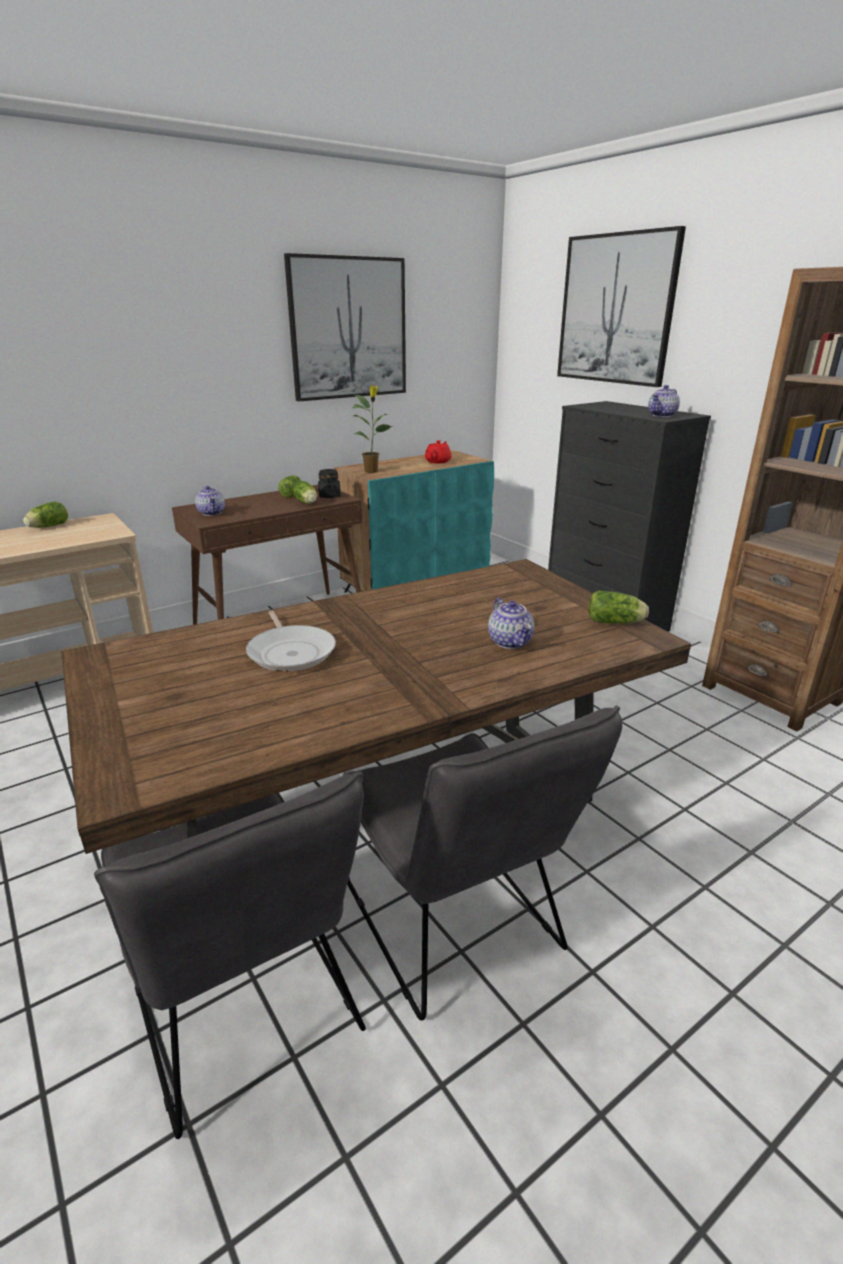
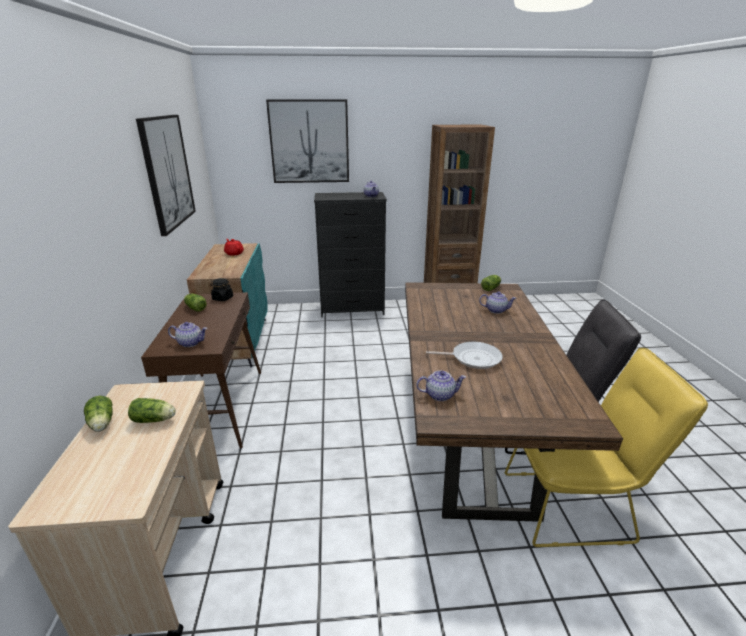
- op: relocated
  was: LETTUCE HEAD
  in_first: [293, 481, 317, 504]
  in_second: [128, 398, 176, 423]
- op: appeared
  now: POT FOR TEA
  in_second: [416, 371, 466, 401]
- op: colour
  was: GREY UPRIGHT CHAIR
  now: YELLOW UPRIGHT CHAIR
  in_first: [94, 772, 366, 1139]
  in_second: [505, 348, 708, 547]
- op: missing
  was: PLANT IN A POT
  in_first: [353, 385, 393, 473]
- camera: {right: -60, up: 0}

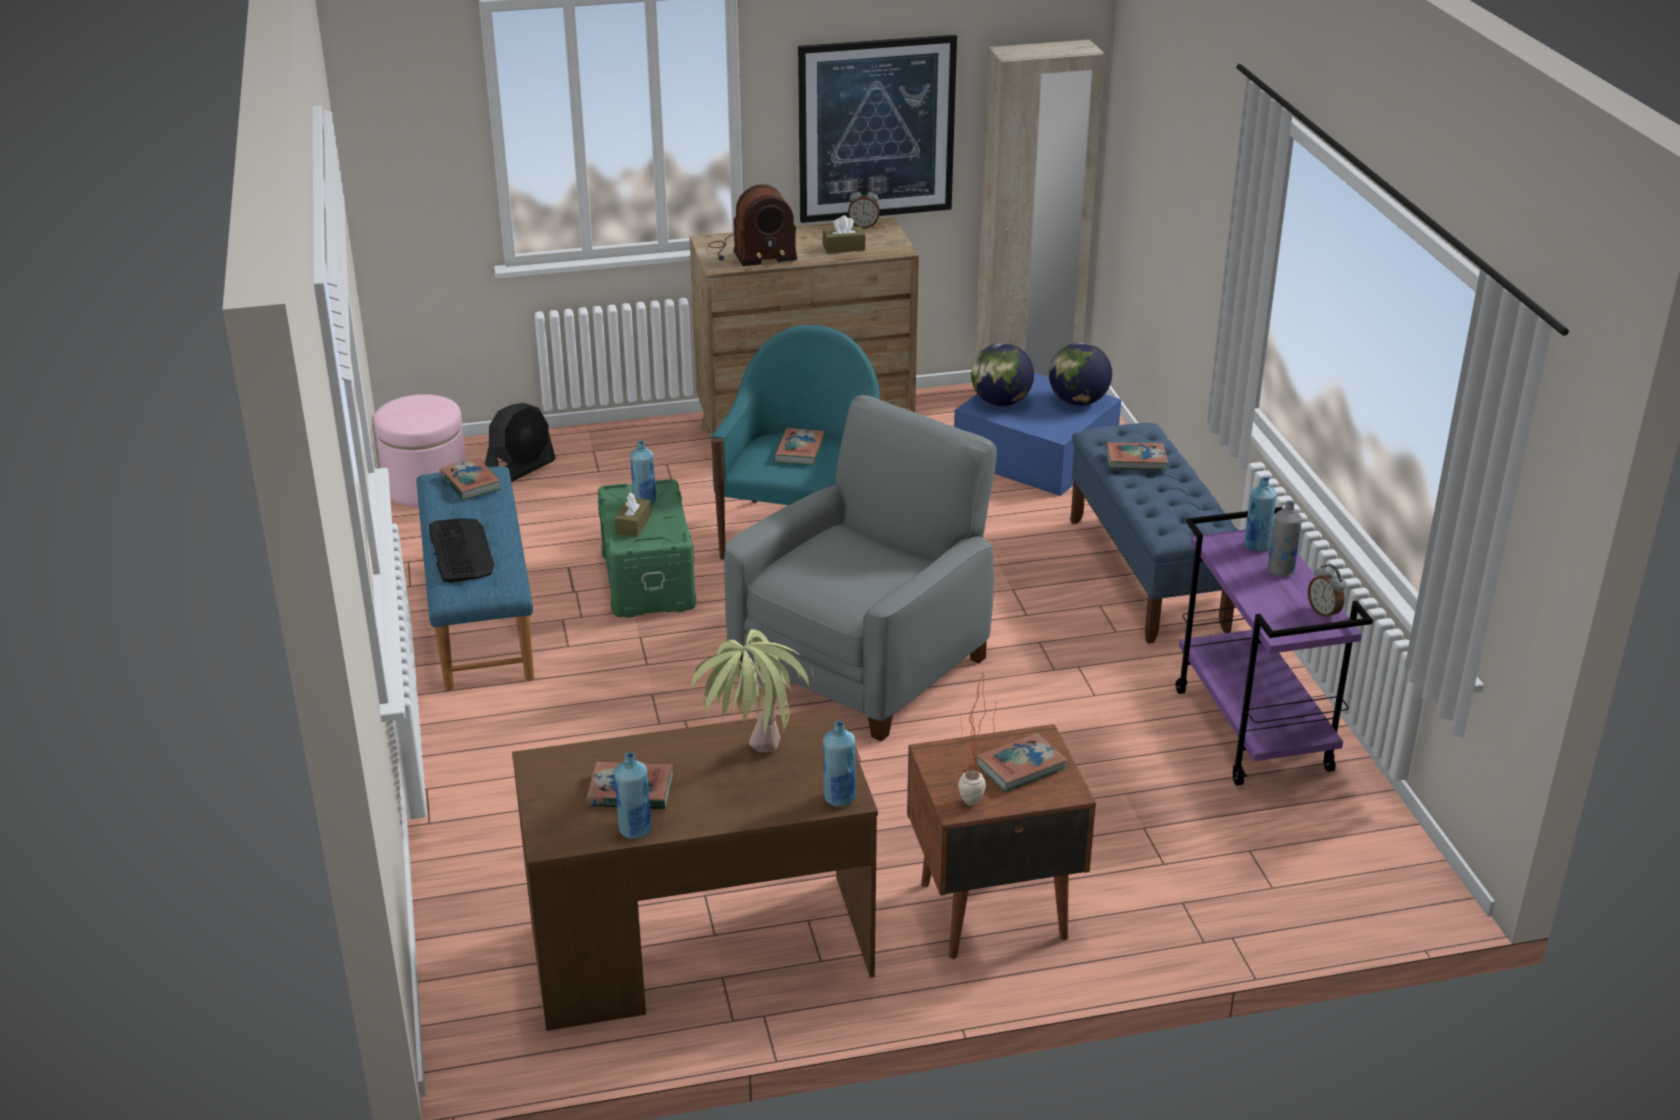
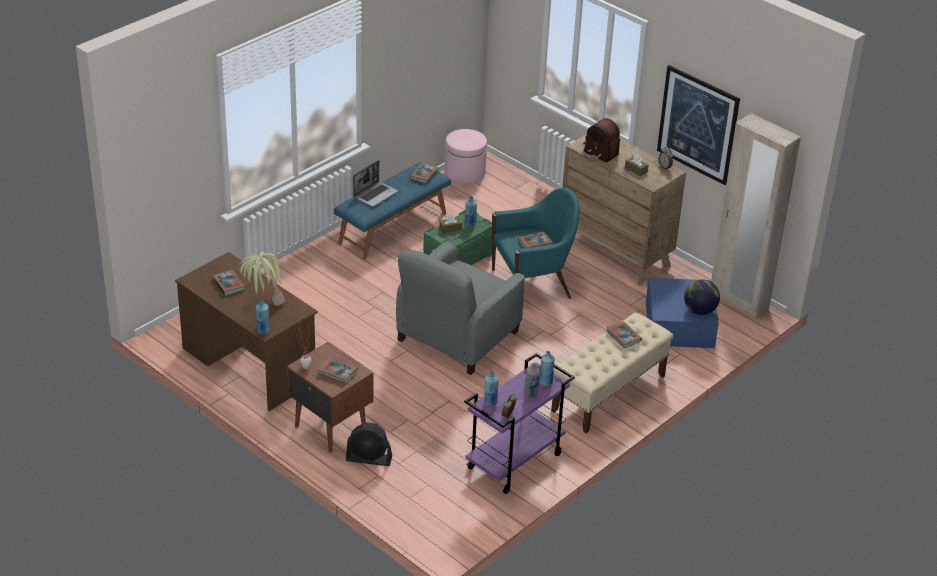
- op: relocated
  was: BLACK-COLOURED ELECTRIC FAN
  in_first: [485, 403, 555, 482]
  in_second: [346, 422, 392, 466]
- op: exchanged
  was: COMPUTER KEYBOARD
  now: LAPTOP
  in_first: [429, 518, 494, 583]
  in_second: [353, 160, 398, 207]
- op: spun
  was: GREY ARMCHAIR
  in_first: [724, 395, 997, 742]
  in_second: [396, 242, 525, 375]
  clockwise: 120
- op: relocated
  was: BLUE DRINK BOTTLE
  in_first: [614, 752, 651, 839]
  in_second: [484, 371, 498, 406]
- op: colour
  was: BLUE INDOOR BENCH
  now: BEIGE INDOOR BENCH
  in_first: [1070, 423, 1238, 644]
  in_second: [551, 312, 673, 433]
- op: missing
  was: WORLD GLOBE
  in_first: [971, 343, 1034, 406]
- camera: {right: 55, up: 5}

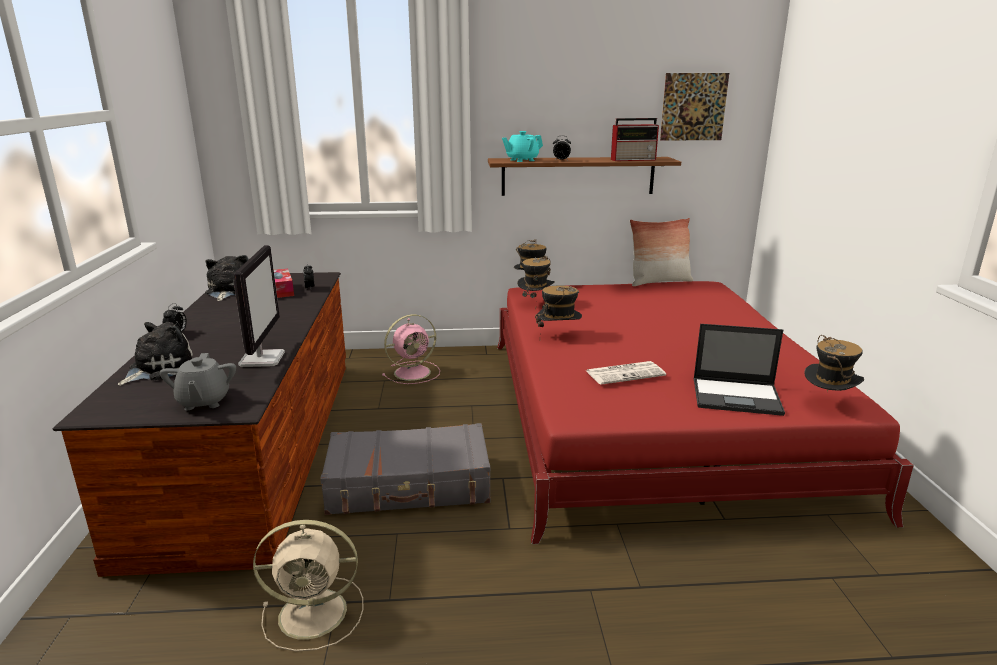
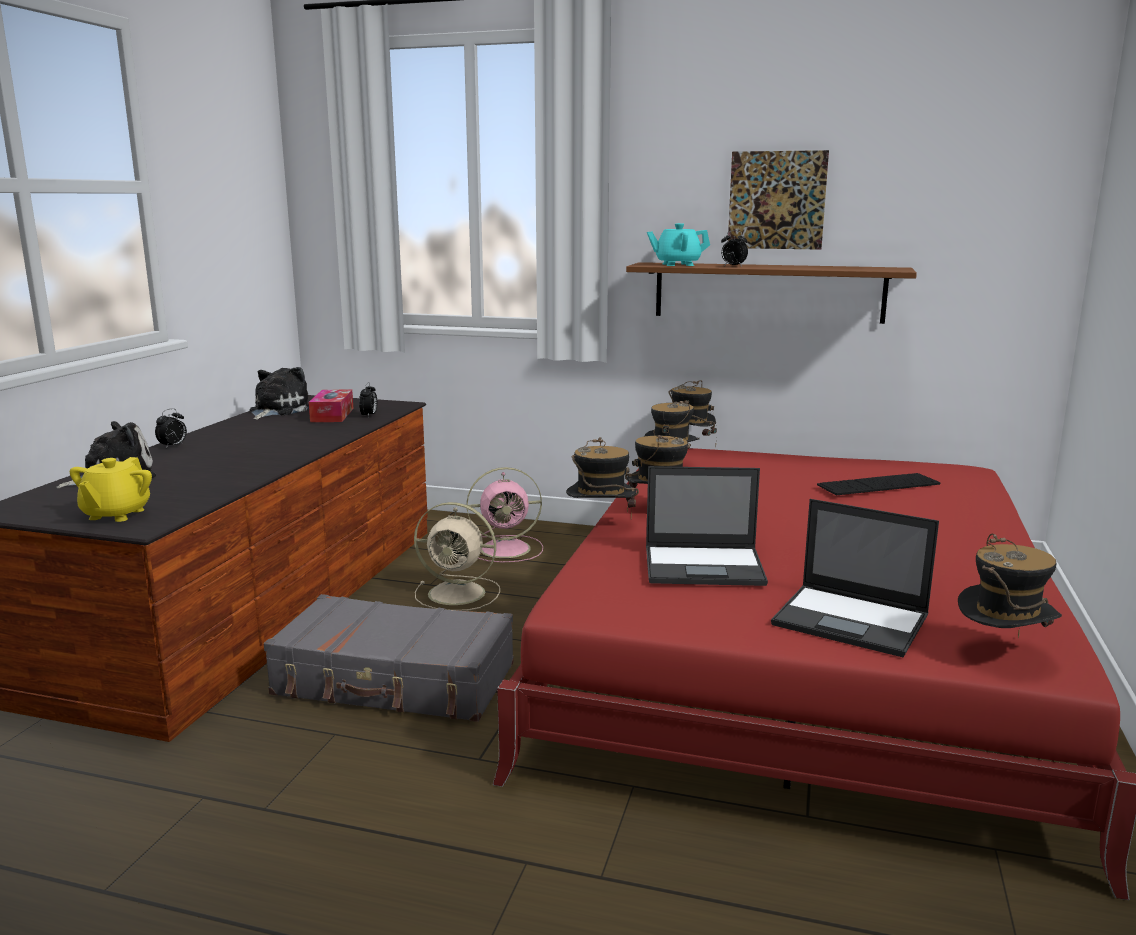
- op: colour
  was: GREY POT FOR TEA
  now: YELLOW POT FOR TEA
  in_first: [160, 353, 236, 410]
  in_second: [70, 457, 152, 522]
- op: relocated
  was: BEIGE ELECTRIC FAN
  in_first: [253, 520, 363, 651]
  in_second: [414, 502, 500, 611]
- op: appeared
  now: WEARABLE HAT
  in_second: [566, 437, 639, 518]
- op: exchanged
  was: DAILY PAPER
  now: LAPTOP
  in_first: [586, 361, 666, 385]
  in_second: [646, 466, 768, 586]
- op: relocated
  was: WALL ART
  in_first: [660, 73, 729, 141]
  in_second: [728, 150, 829, 250]
- op: appeared
  now: COMPUTER KEYBOARD
  in_second: [817, 473, 941, 495]
- op: missing
  was: COMPUTER SCREEN
  in_first: [233, 245, 285, 367]
- op: missing
  was: RADIO RECEIVER
  in_first: [611, 118, 659, 161]
- op: missing
  was: CUSHION
  in_first: [630, 218, 693, 286]
- camera: {right: 20, up: -5}

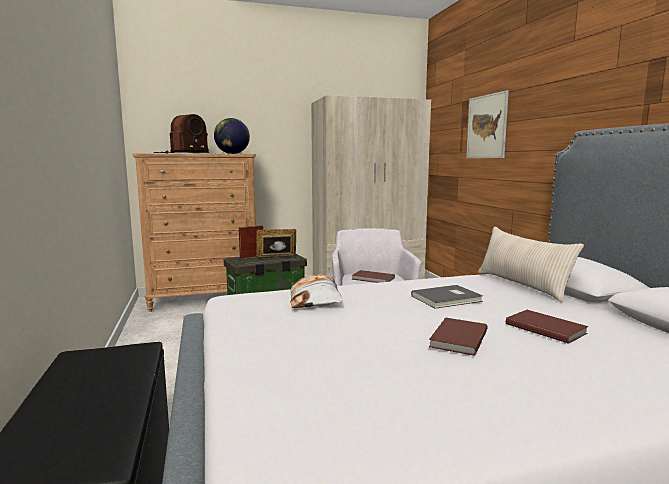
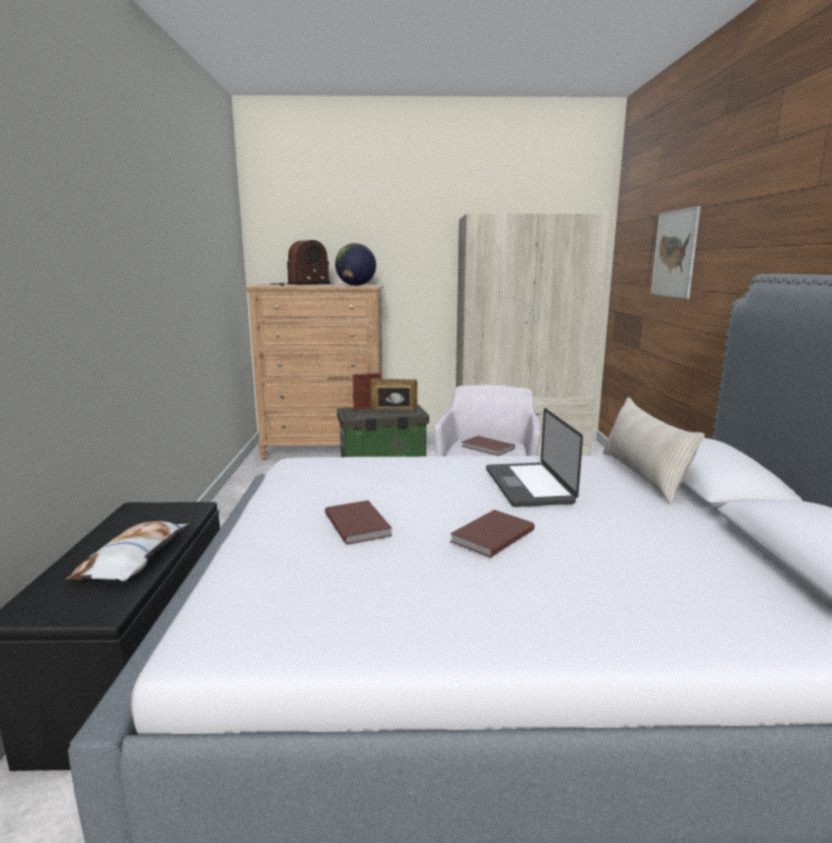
- op: relocated
  was: CUSHION
  in_first: [291, 275, 343, 308]
  in_second: [65, 521, 191, 581]
- op: relocated
  was: BROWN BOOK
  in_first: [506, 310, 589, 344]
  in_second: [325, 500, 392, 545]
- op: exchanged
  was: GREY BOOK
  now: LAPTOP
  in_first: [411, 285, 483, 309]
  in_second: [486, 408, 583, 507]
- camera: {right: 15, up: 5}

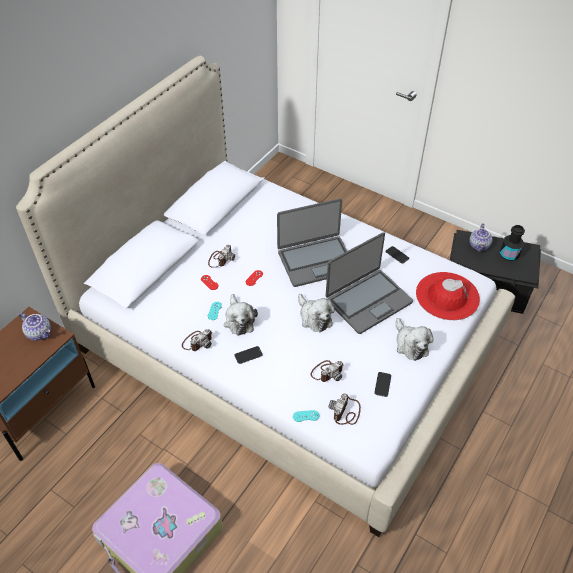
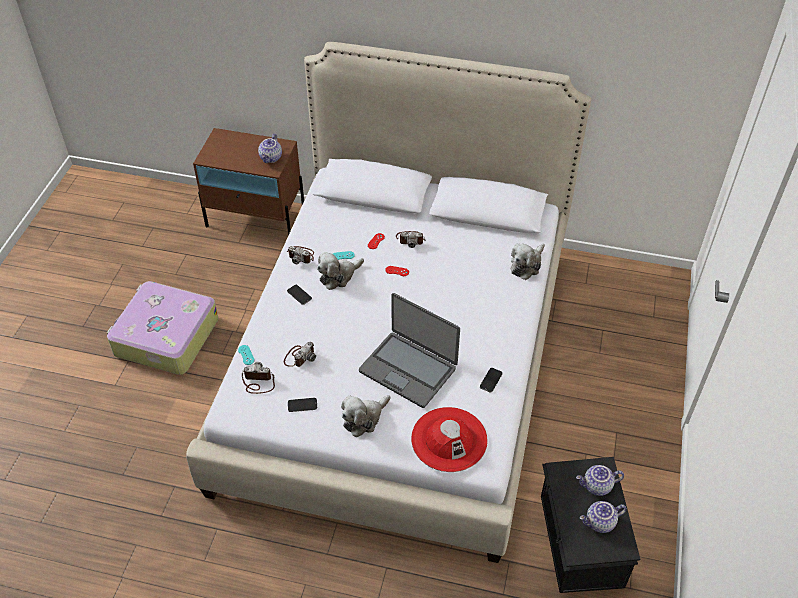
- op: spun
  was: PHOTO CAMERA
  in_first: [311, 360, 343, 382]
  in_second: [284, 342, 316, 367]
  clockwise: -90
- op: relocated
  was: PLUSH TOY
  in_first: [298, 294, 335, 332]
  in_second: [511, 244, 545, 280]
- op: exchanged
  was: BLACK-COLOURED DRINK BOTTLE
  now: POT FOR TEA
  in_first: [500, 225, 525, 261]
  in_second: [579, 501, 627, 533]
- op: missing
  was: LAPTOP
  in_first: [277, 198, 347, 287]
- camera: {right: 70, up: 0}

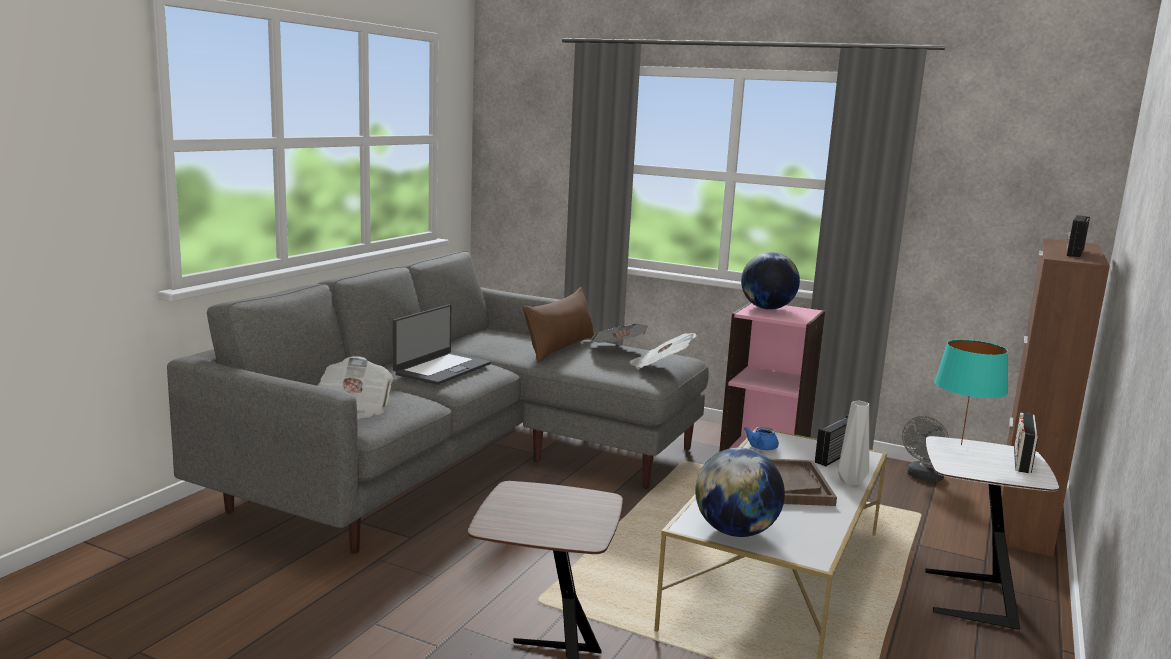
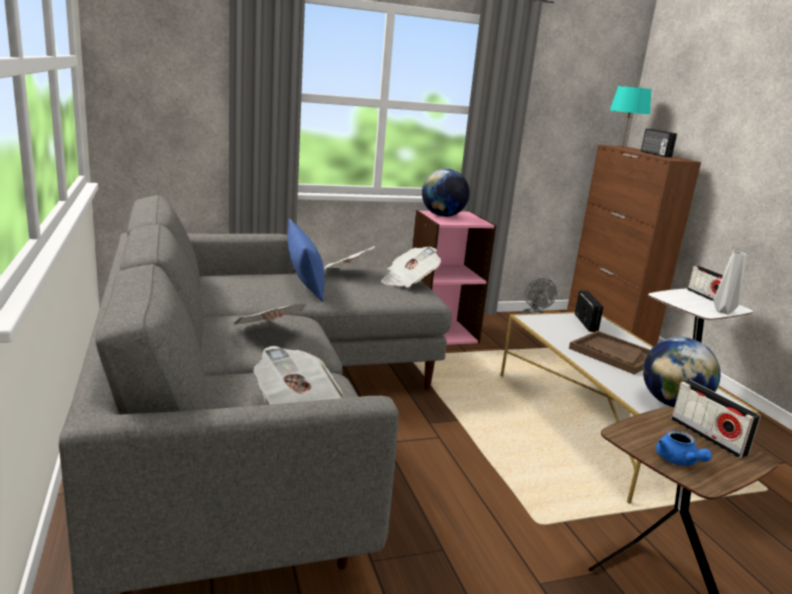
- op: exchanged
  was: LAPTOP
  now: DAILY PAPER
  in_first: [393, 305, 491, 385]
  in_second: [233, 304, 306, 325]
- op: colour
  was: BROWN CUSHION
  now: BLUE CUSHION
  in_first: [523, 287, 594, 363]
  in_second: [287, 219, 325, 302]
- op: relocated
  was: TURQUOISE TABLETOP LAMP
  in_first: [934, 339, 1008, 445]
  in_second: [610, 86, 651, 148]
- op: relocated
  was: BLUE POT FOR TEA
  in_first: [744, 427, 779, 450]
  in_second: [656, 430, 712, 466]
- op: appeared
  now: RADIO RECEIVER
  in_second: [671, 380, 761, 458]
- op: relocated
  was: GREY DECORATIVE VASE
  in_first: [838, 400, 869, 485]
  in_second: [714, 251, 747, 314]
- camera: {right: -45, up: 5}

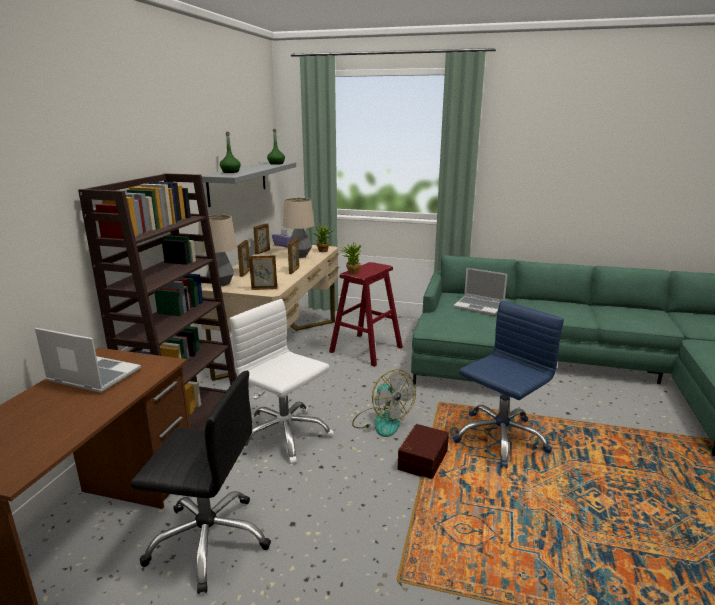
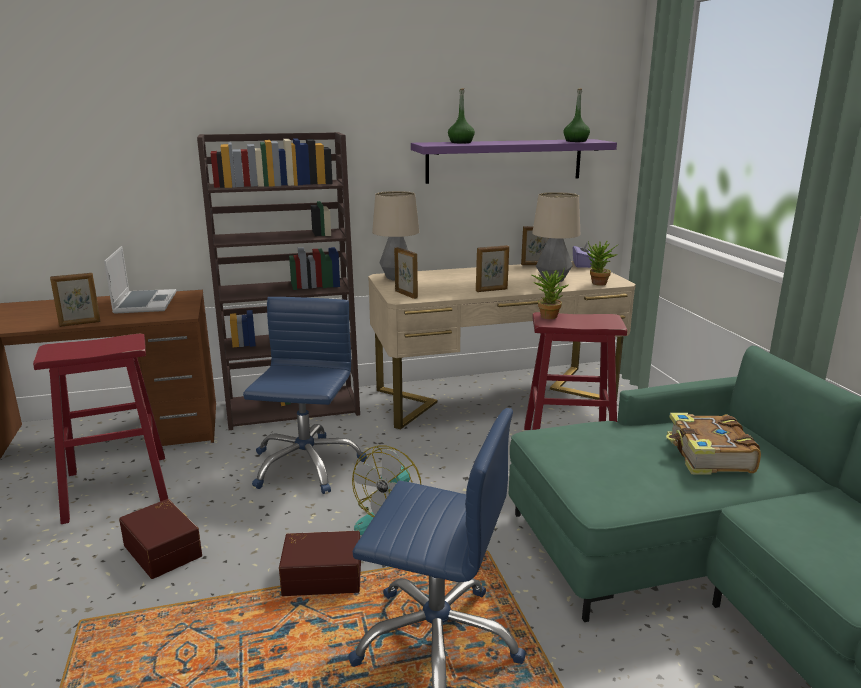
- op: exchanged
  was: BLACK-COLOURED OFFICE CHAIR
  now: RED STOOL
  in_first: [131, 371, 271, 594]
  in_second: [33, 334, 168, 524]
- op: relocated
  was: STANDING FRAME
  in_first: [237, 240, 250, 277]
  in_second: [50, 273, 100, 327]
- op: appeared
  now: BROWN STORAGE BIN
  in_second: [119, 499, 202, 579]
- op: colour
  was: WHITISH OFFICE CHAIR
  now: BLUE OFFICE CHAIR
  in_first: [229, 299, 334, 464]
  in_second: [243, 297, 367, 494]
- op: colour
  was: GREY WALL SHELF
  now: PURPLE WALL SHELF
  in_first: [202, 162, 296, 207]
  in_second: [411, 139, 617, 184]
- op: exchanged
  was: LAPTOP
  now: BOOK
  in_first: [453, 268, 507, 316]
  in_second: [666, 413, 761, 475]
- camera: {right: 60, up: 0}

